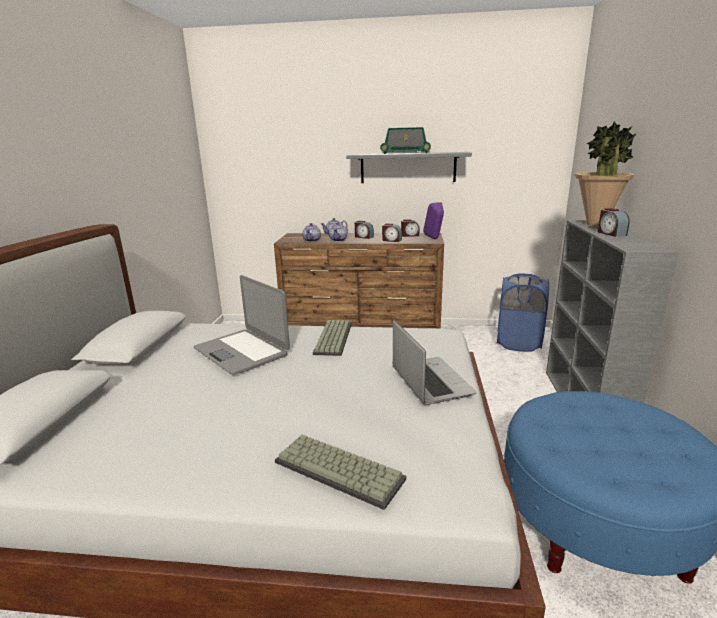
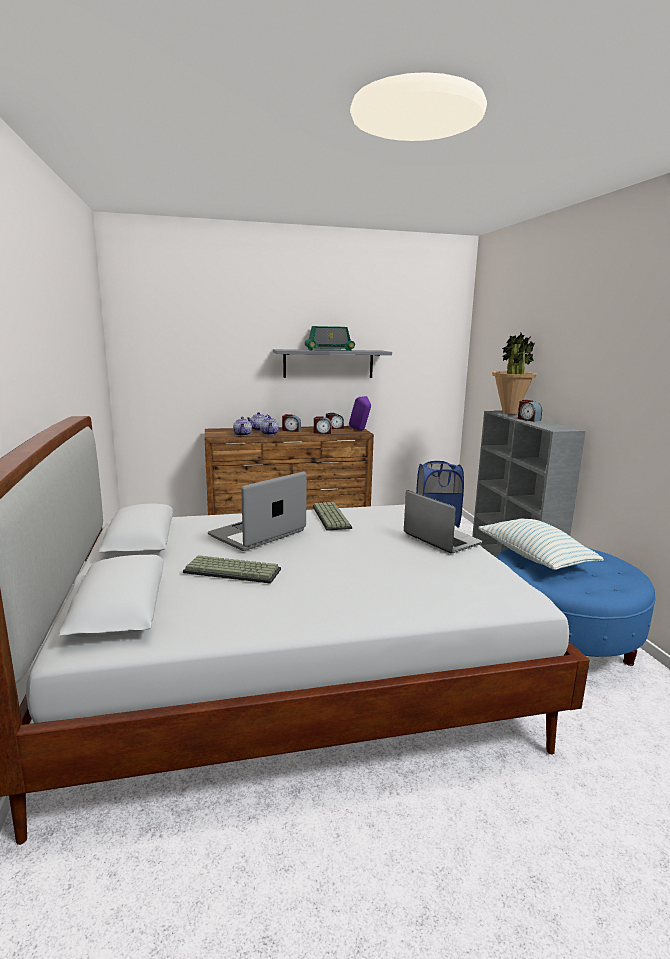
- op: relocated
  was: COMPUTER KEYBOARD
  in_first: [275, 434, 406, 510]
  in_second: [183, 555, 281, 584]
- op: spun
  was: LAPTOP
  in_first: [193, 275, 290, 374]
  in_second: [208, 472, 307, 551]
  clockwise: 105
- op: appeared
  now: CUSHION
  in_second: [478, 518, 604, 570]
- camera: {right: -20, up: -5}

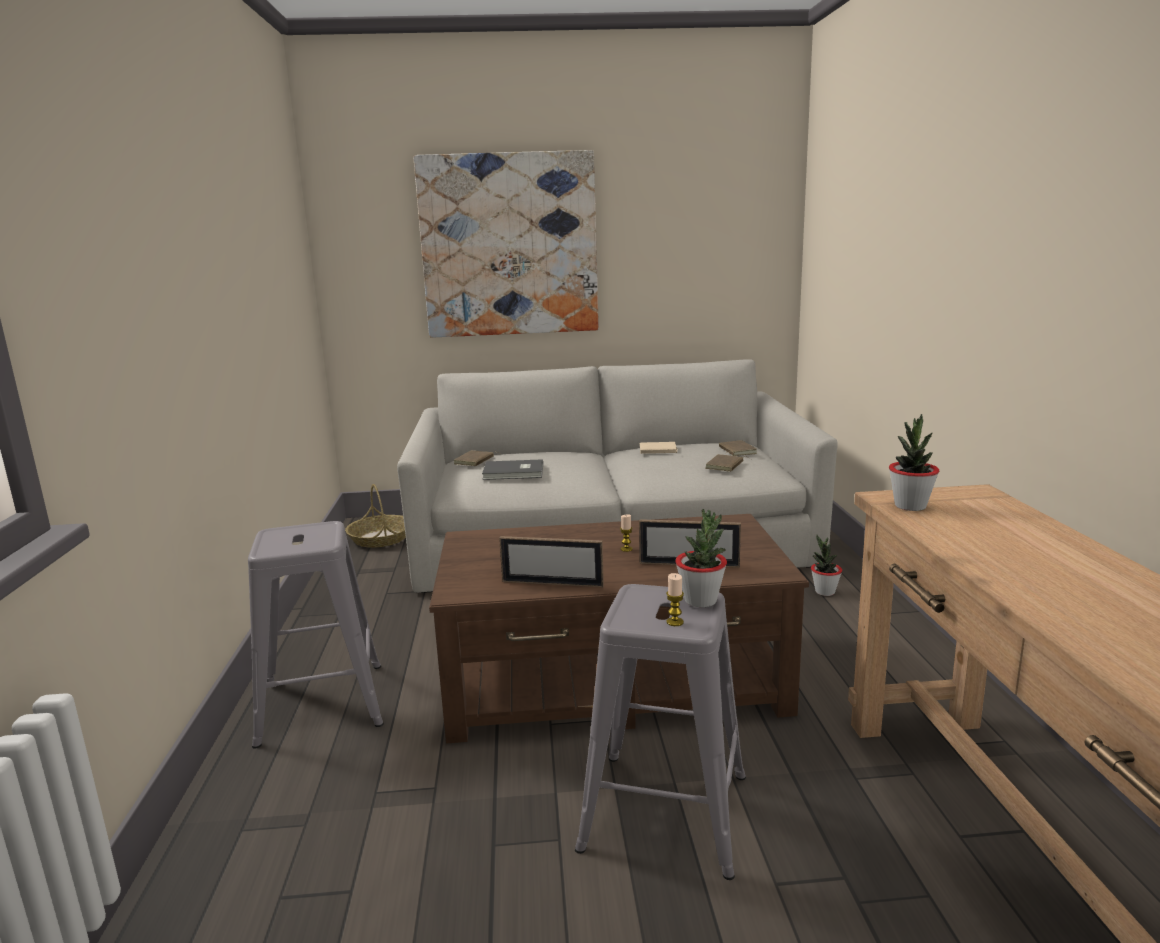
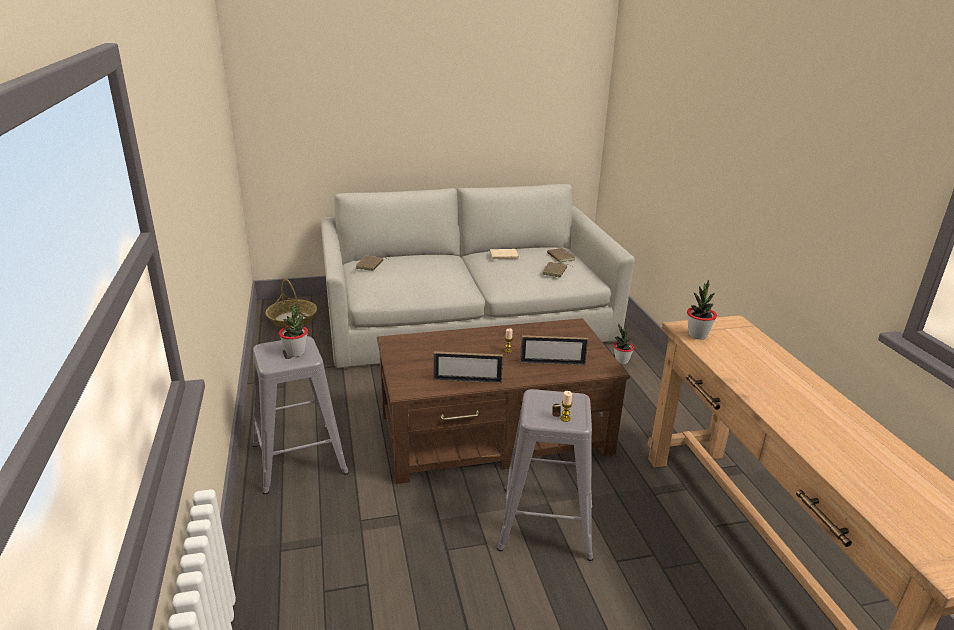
- op: relocated
  was: PLANT IN A POT
  in_first: [675, 509, 727, 607]
  in_second: [279, 304, 308, 357]
- op: missing
  was: WALL ART
  in_first: [414, 150, 599, 338]
- op: missing
  was: GREY BOOK
  in_first: [482, 459, 543, 480]
- camera: {right: -10, up: 10}

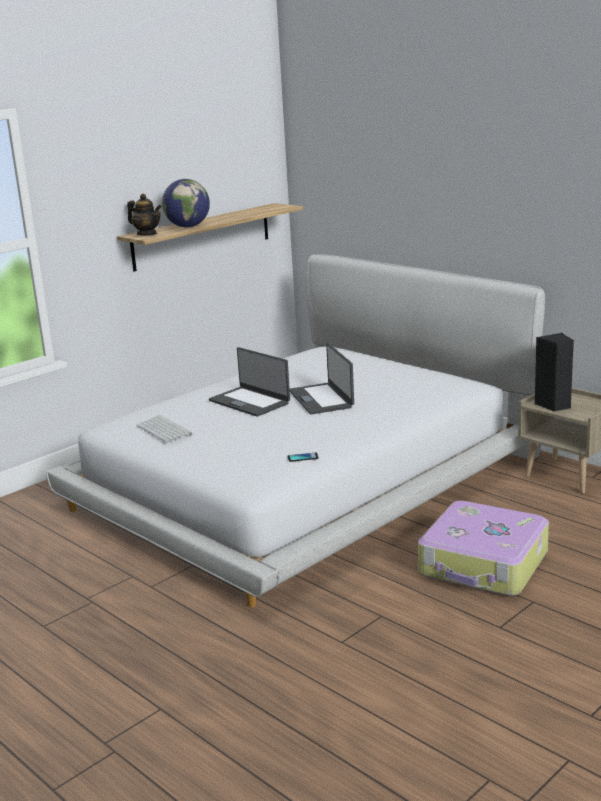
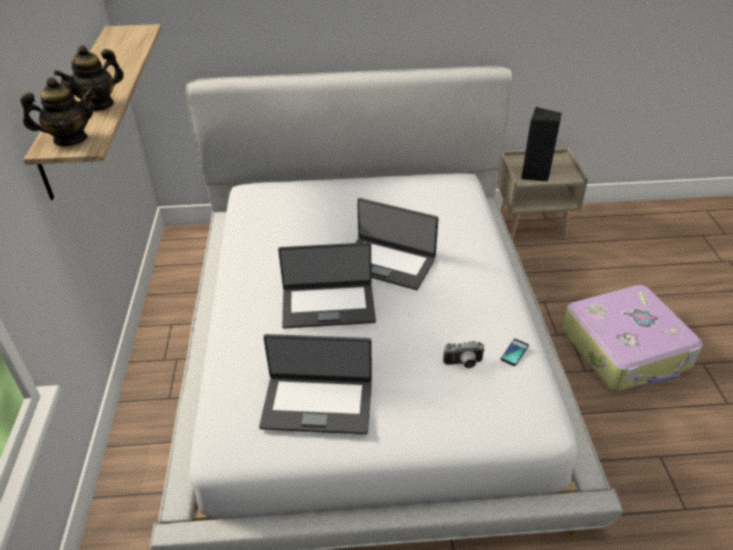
- op: exchanged
  was: WORLD GLOBE
  now: POT FOR TEA
  in_first: [162, 179, 210, 228]
  in_second: [54, 45, 124, 112]
- op: exchanged
  was: COMPUTER KEYBOARD
  now: LAPTOP
  in_first: [136, 415, 192, 443]
  in_second: [259, 334, 372, 434]
- op: appeared
  now: PHOTO CAMERA
  in_second: [443, 341, 485, 368]
- camera: {right: -50, up: 20}

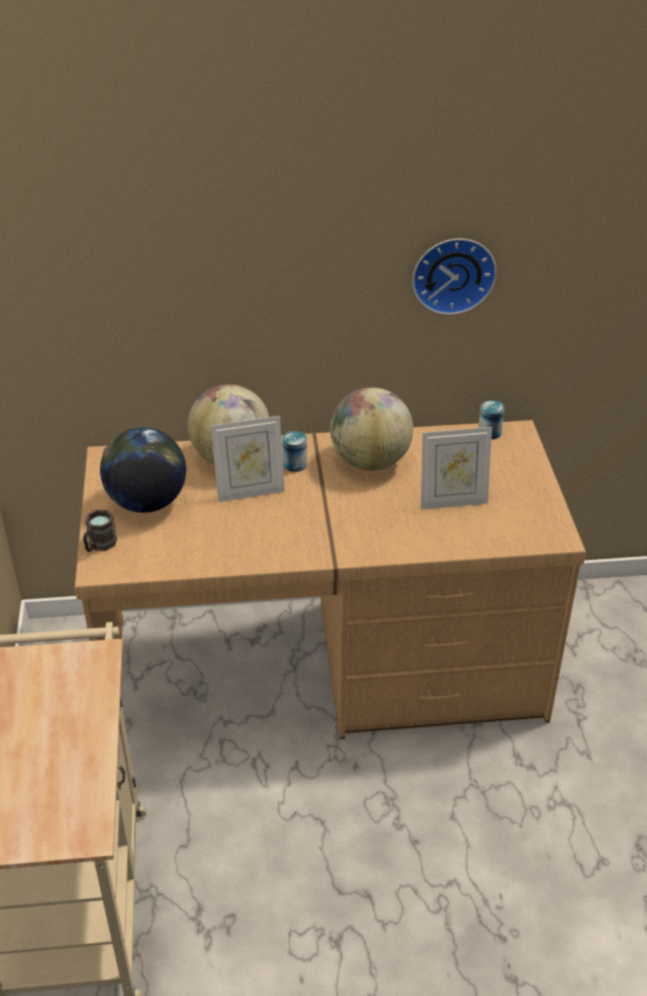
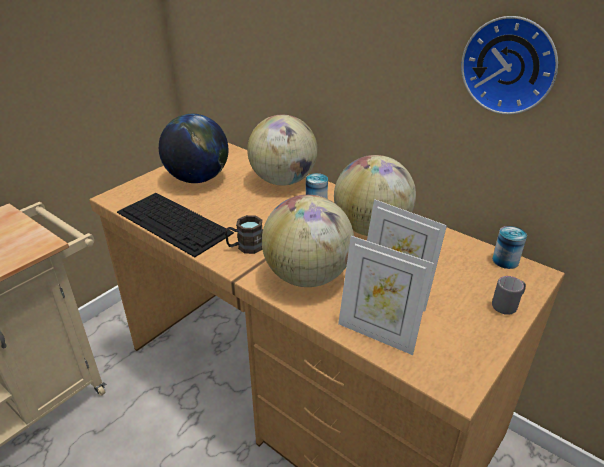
- op: appeared
  now: COMPUTER KEYBOARD
  in_second: [117, 193, 234, 257]
- op: relocated
  was: BROWN TEA MUG
  in_first: [83, 509, 117, 552]
  in_second: [225, 215, 263, 254]
- op: appeared
  now: WORLD GLOBE
  in_second: [262, 195, 354, 287]
- op: relocated
  was: STANDING FRAME
  in_first: [211, 416, 285, 502]
  in_second: [338, 236, 434, 355]
- op: appeared
  now: GREY TEA MUG
  in_second: [492, 276, 526, 315]
- camera: {right: 45, up: -5}

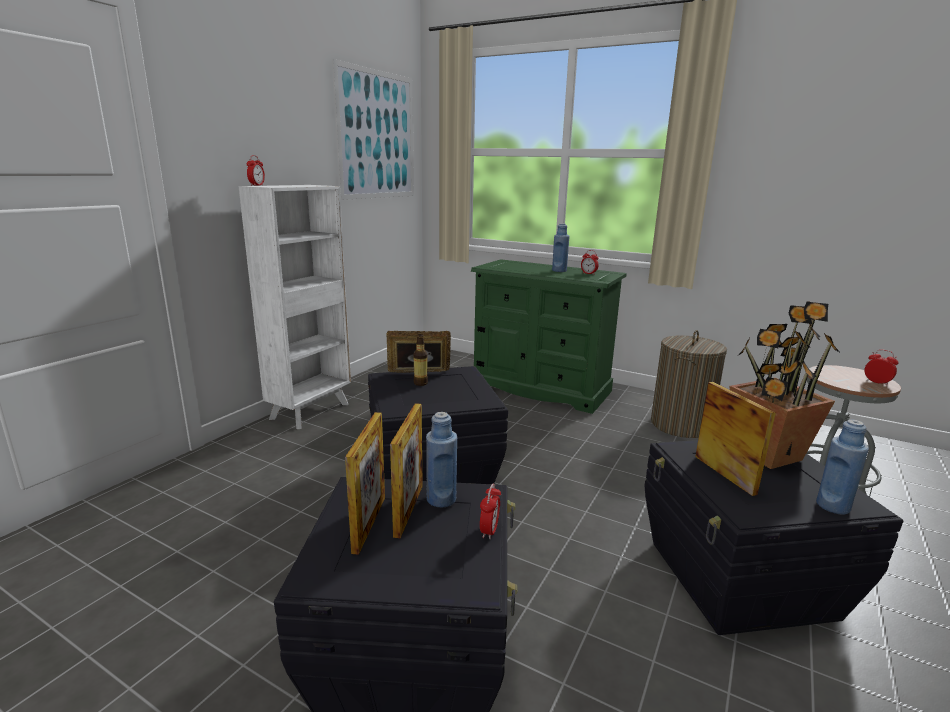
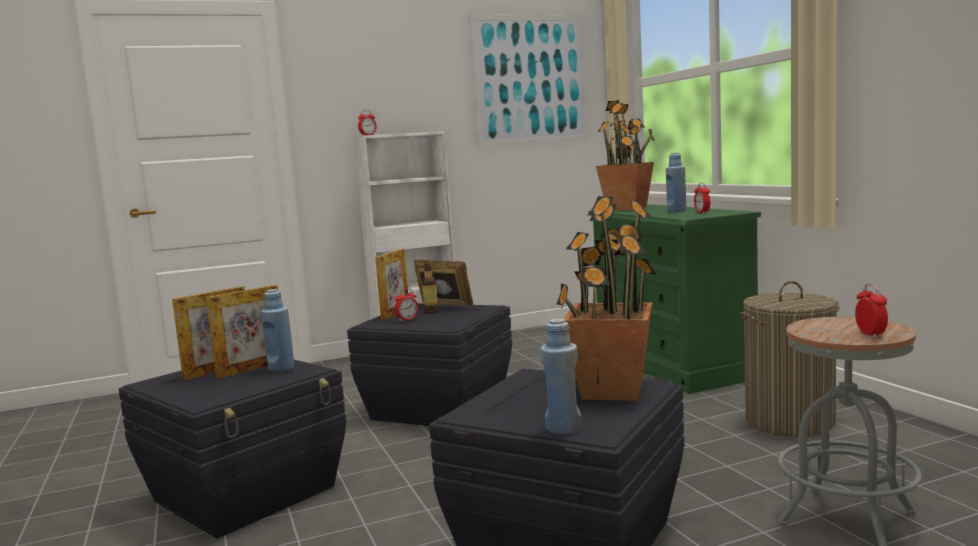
- op: relocated
  was: STANDING FRAME
  in_first: [695, 382, 776, 496]
  in_second: [375, 249, 408, 320]
- op: relocated
  was: BEDSIDE CLOCK
  in_first: [480, 483, 501, 539]
  in_second: [395, 288, 418, 322]
- op: appeared
  now: PLANT IN A POT
  in_second: [596, 100, 655, 211]
- camera: {right: 40, up: -10}

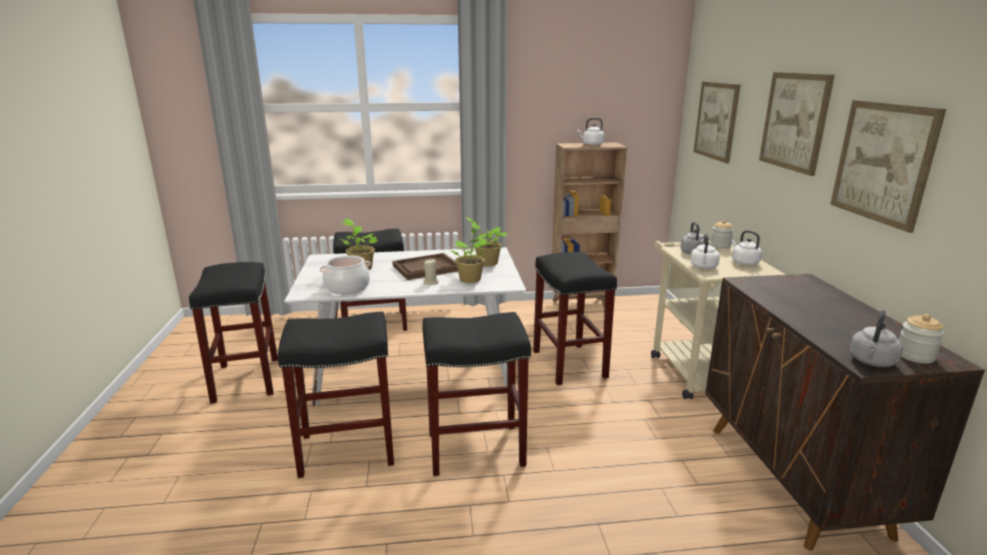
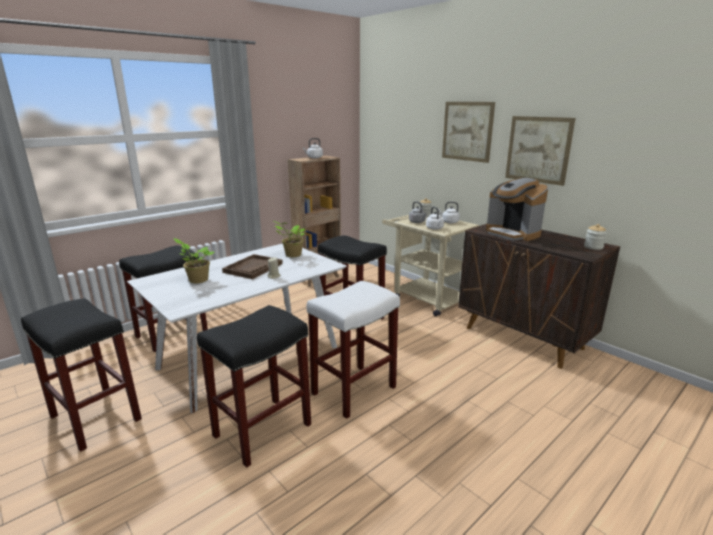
- op: colour
  was: BLACK-COLOURED STOOL
  now: WHITISH STOOL
  in_first: [422, 312, 531, 476]
  in_second: [307, 281, 400, 419]
- op: appeared
  now: COFFEE MAKER
  in_second: [486, 178, 548, 241]
- op: missing
  was: COOKING POT
  in_first: [320, 255, 371, 295]
- op: missing
  was: PLANT IN A POT
  in_first: [451, 233, 491, 283]
- op: missing
  was: WALL ART
  in_first: [694, 81, 741, 163]
- op: missing
  was: GREY TEA KETTLE
  in_first: [850, 310, 903, 367]
- camera: {right: -35, up: 0}

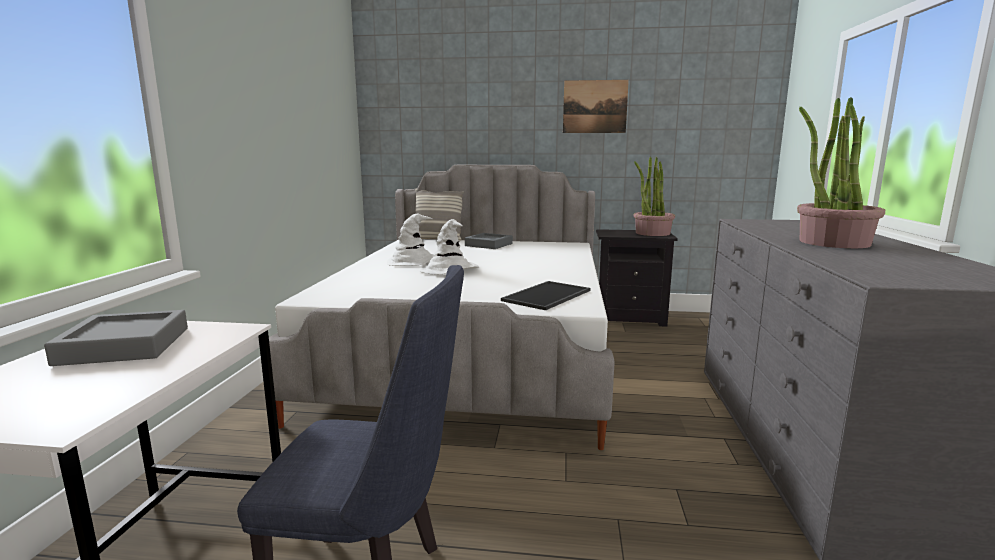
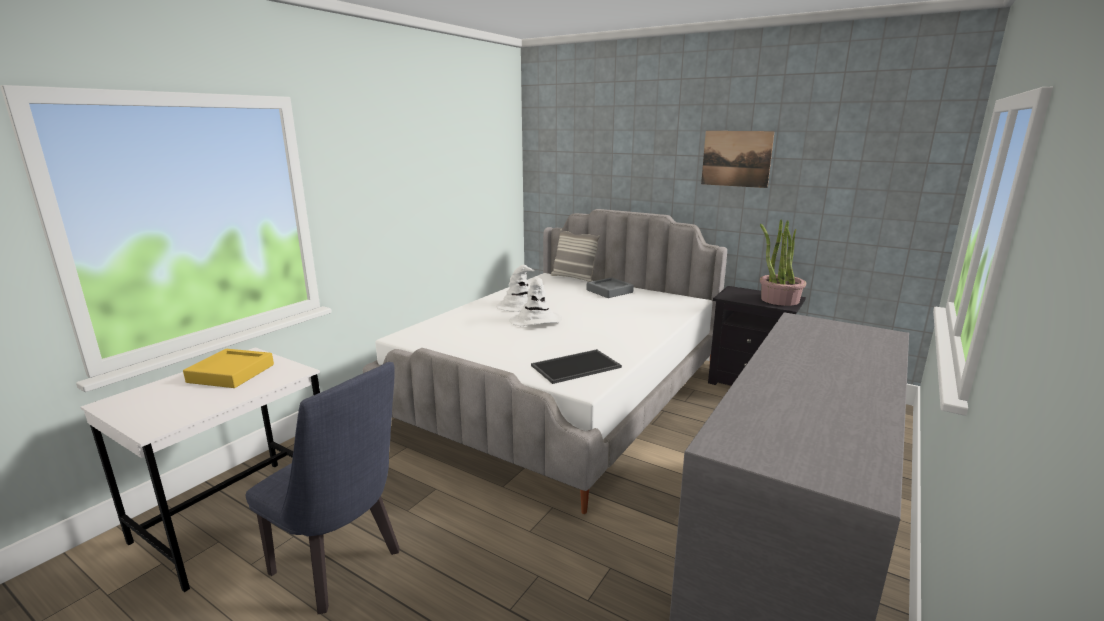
- op: colour
  was: GREY TRAY
  now: YELLOW TRAY
  in_first: [44, 310, 188, 366]
  in_second: [183, 349, 274, 388]
- op: missing
  was: PLANT IN A POT
  in_first: [797, 97, 885, 248]
- camera: {right: 25, up: 5}

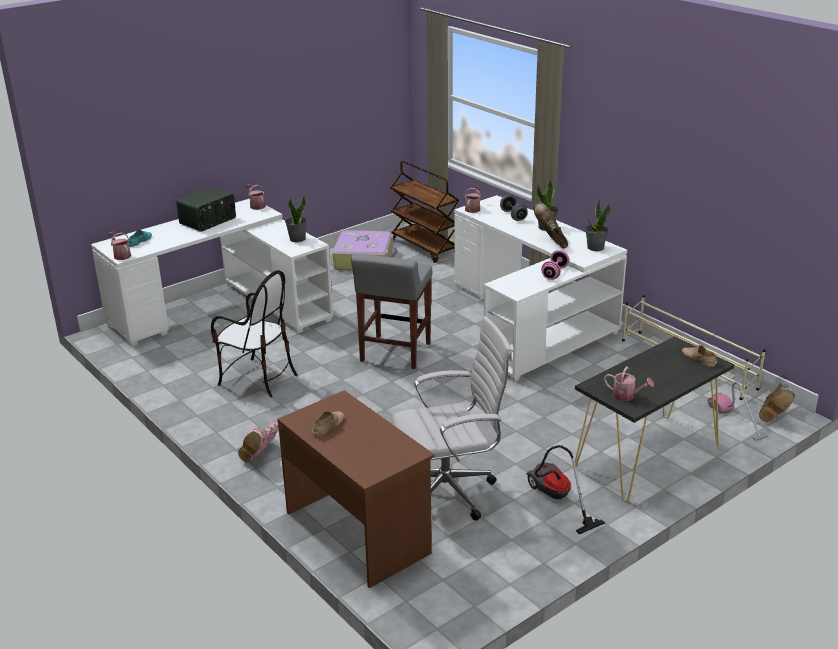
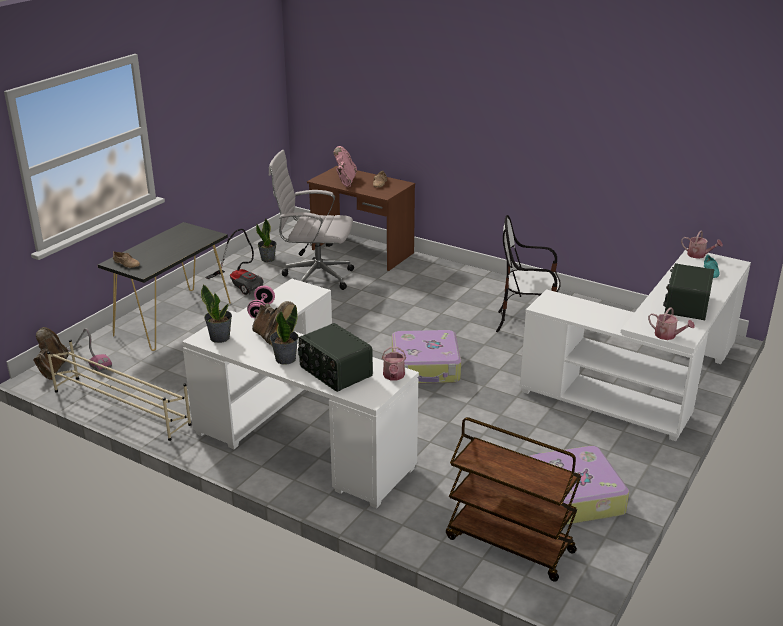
- op: relocated
  was: PLANT IN A POT
  in_first: [285, 196, 307, 242]
  in_second: [256, 218, 277, 262]
- op: spun
  was: WHITISH OFFICE CHAIR
  in_first: [392, 316, 512, 521]
  in_second: [269, 150, 354, 290]
  clockwise: 45
- op: exchanged
  was: GREY DUMBBELL
  now: RADIO RECEIVER
  in_first: [500, 195, 528, 221]
  in_second: [298, 323, 373, 392]
- op: relocated
  was: PINKISH TALL BOOT
  in_first: [238, 421, 278, 462]
  in_second: [334, 146, 357, 187]
- op: exchanged
  was: GREY STOOL
  now: SUITCASE
  in_first: [351, 253, 432, 369]
  in_second: [392, 330, 461, 384]
- op: missing
  was: WATERING POT
  in_first: [604, 366, 654, 401]
- camera: {right: 160, up: 0}

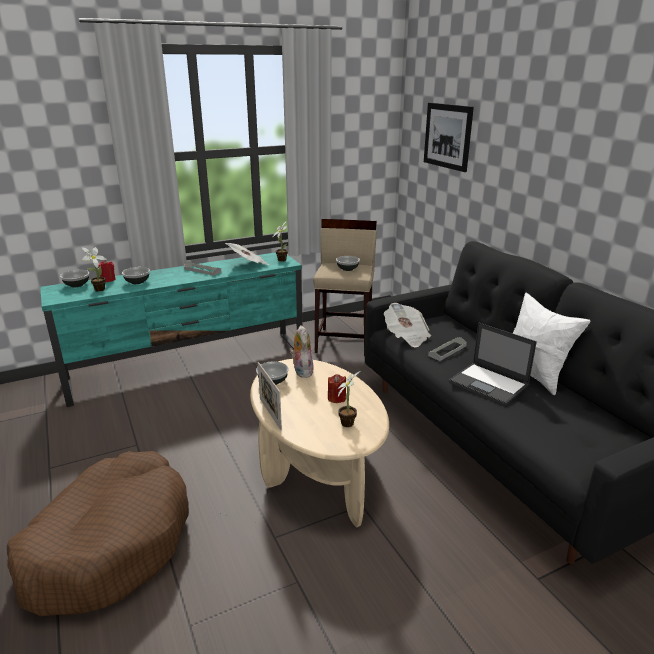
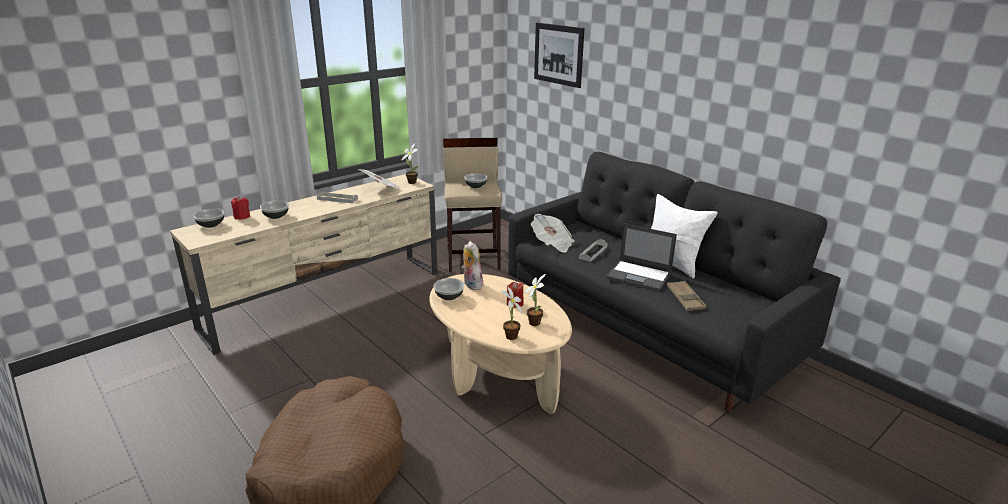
- op: colour
  was: TURQUOISE MEDIA CONSOLE
  now: BEIGE MEDIA CONSOLE
  in_first: [40, 252, 303, 407]
  in_second: [170, 174, 438, 355]
- op: relocated
  was: PLANT IN A POT
  in_first: [82, 247, 107, 292]
  in_second: [501, 286, 522, 340]
- op: appeared
  now: BROWN TRAY
  in_second: [667, 281, 707, 311]
- op: missing
  was: STANDING FRAME
  in_first: [258, 362, 282, 430]
- camera: {right: -15, up: 0}

